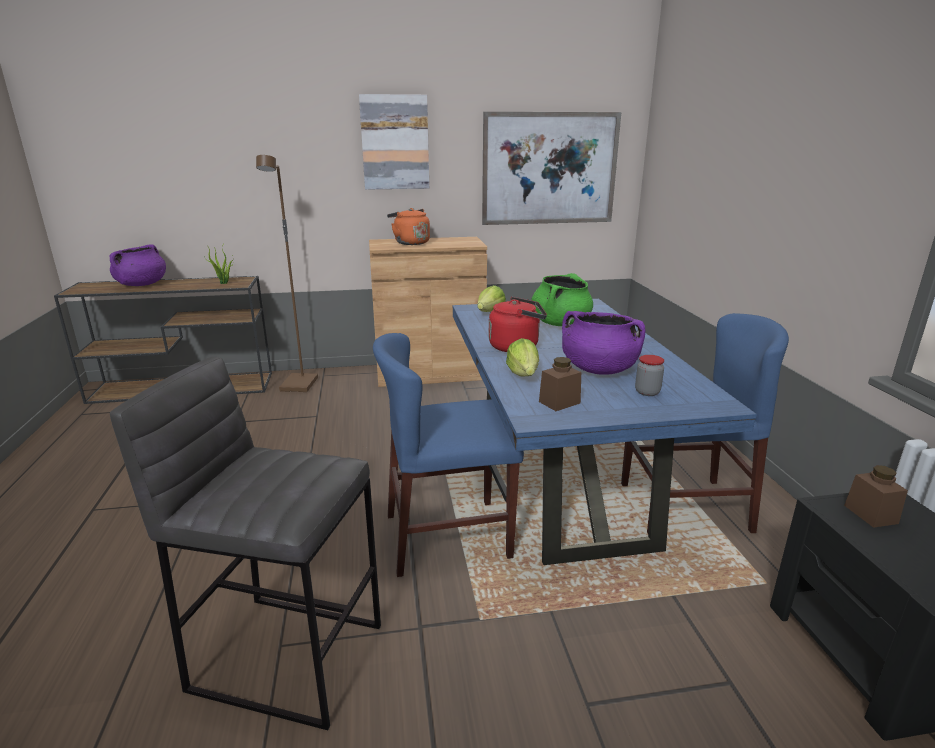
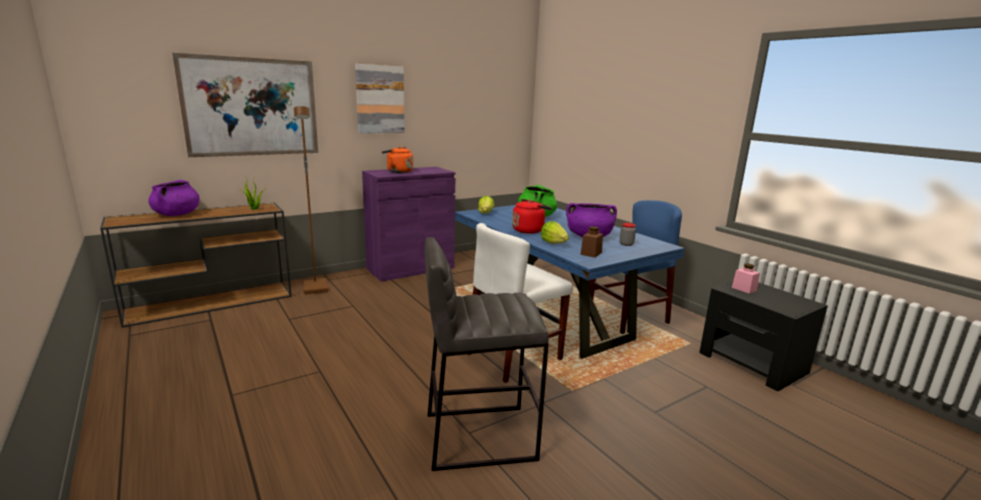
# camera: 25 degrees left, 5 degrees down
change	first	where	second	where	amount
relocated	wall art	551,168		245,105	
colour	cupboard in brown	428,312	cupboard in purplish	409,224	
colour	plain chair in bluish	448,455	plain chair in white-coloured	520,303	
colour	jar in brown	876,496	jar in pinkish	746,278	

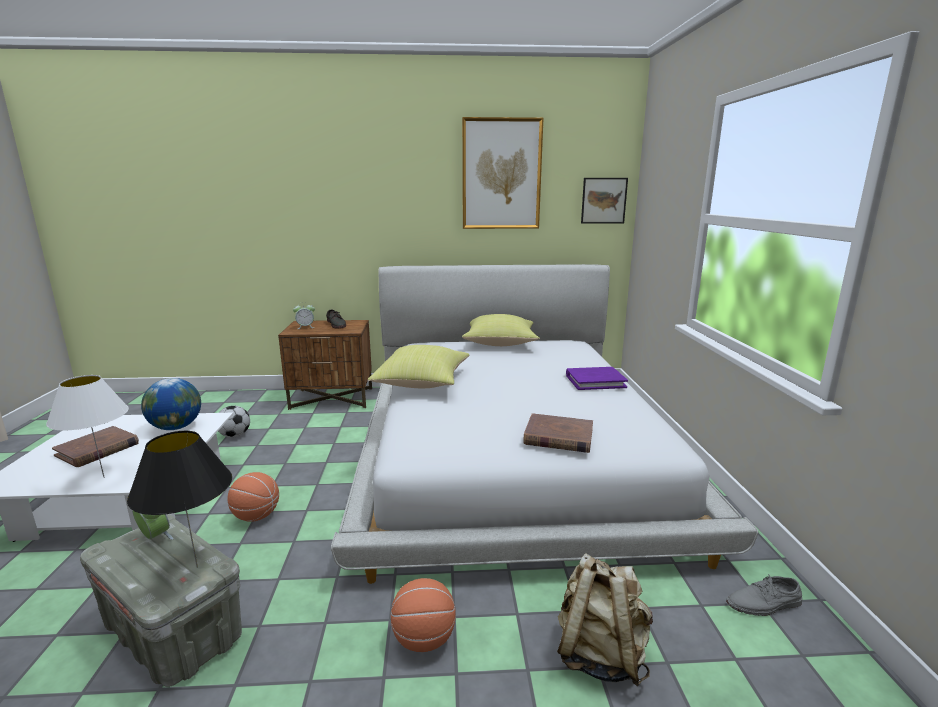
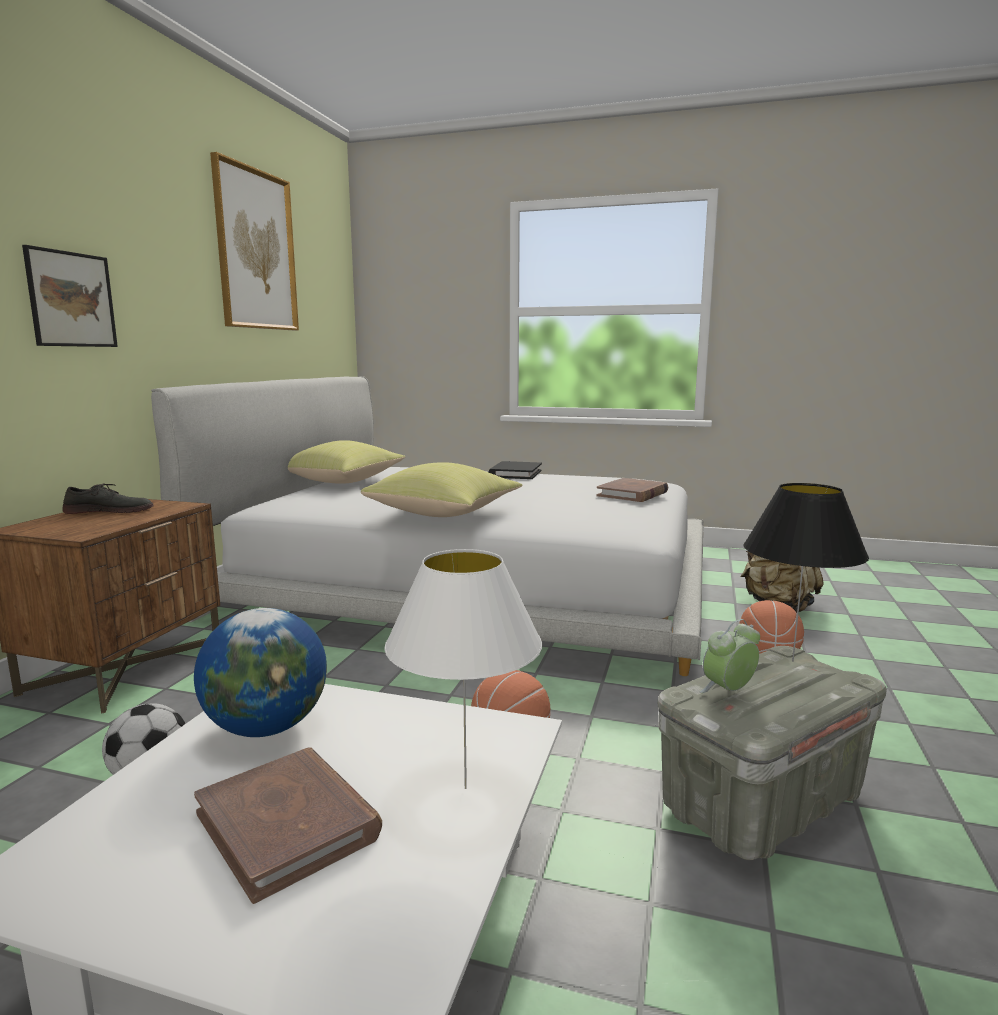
# camera: 70 degrees left, 5 degrees down
change	first	where	second	where	amount
relocated	wall art	604,201		70,296	
missing	alarm clock	304,315			
colour	book in purplish	597,378	book in black	515,470	
missing	item of footwear in gray	764,595			

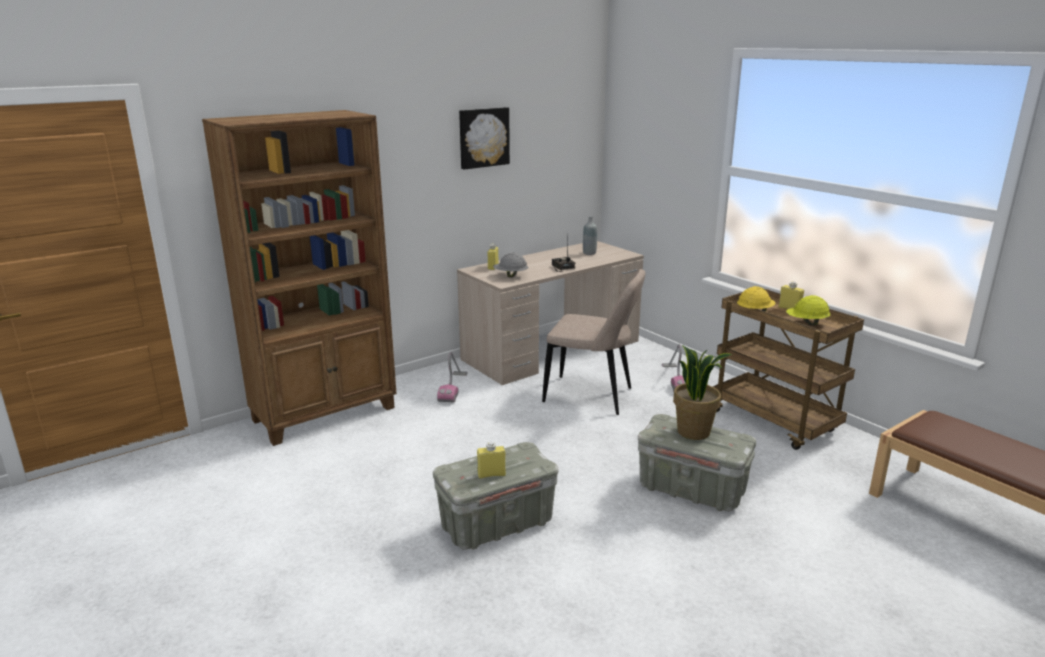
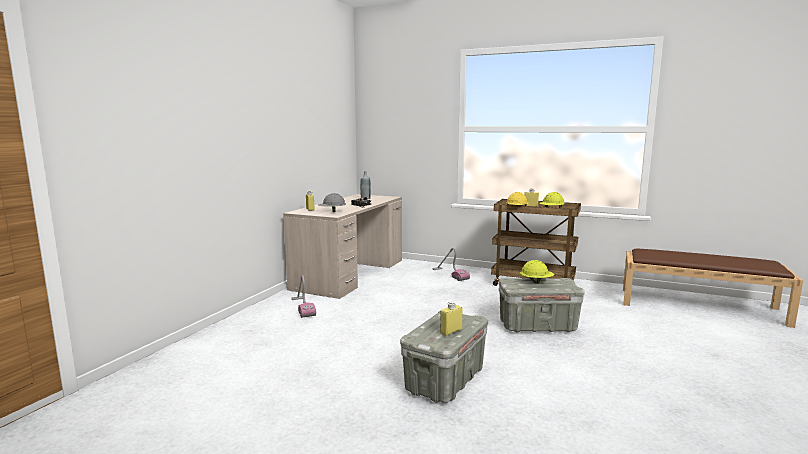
# camera: 30 degrees left, 10 degrees down
change	first	where	second	where	amount
missing	wall art	484,138			
missing	bookcase in brown	299,278			
missing	plain chair in beige-coloured	593,342			
exchanged	potted plant	702,393	hard hat in yellowish	537,272	

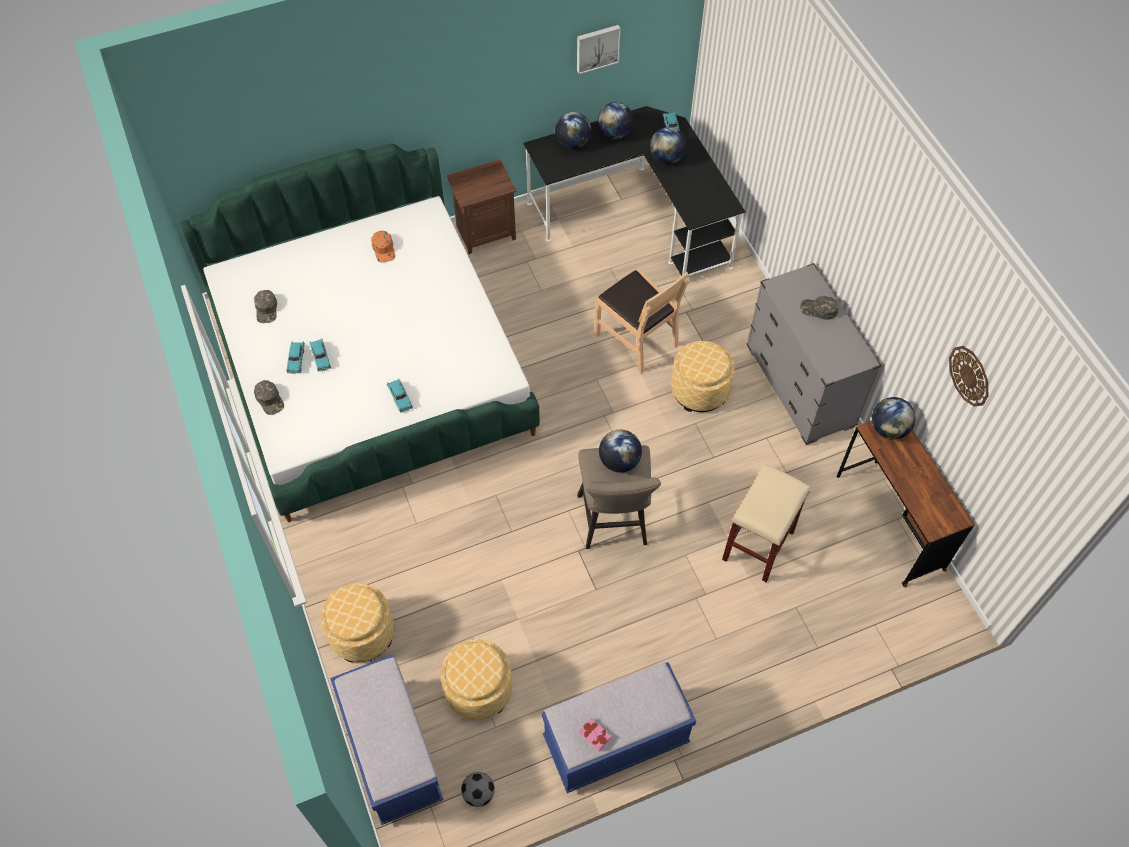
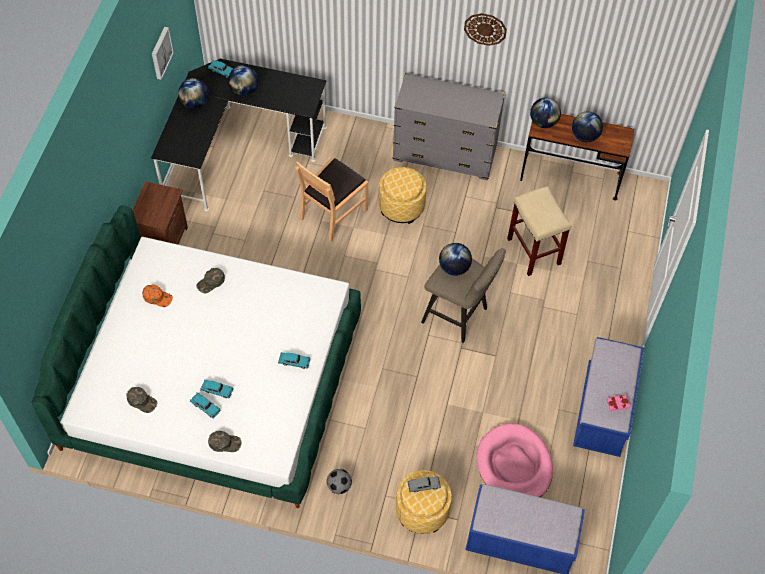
# camera: 55 degrees left, 0 degrees up
change	first	where	second	where	amount
relocated	globe	573,130		587,126	
spun	plain chair in brown	641,321		331,199	135 degrees clockwise
relocated	cap in green-coloured	819,308		210,280	
relocated	clock on the wall	968,376		485,29	
exchanged	ottoman	476,679	pet bed in pinkish	514,460	
relocated	football	478,789		339,481	
appeared			miniature car in gray	424,484	

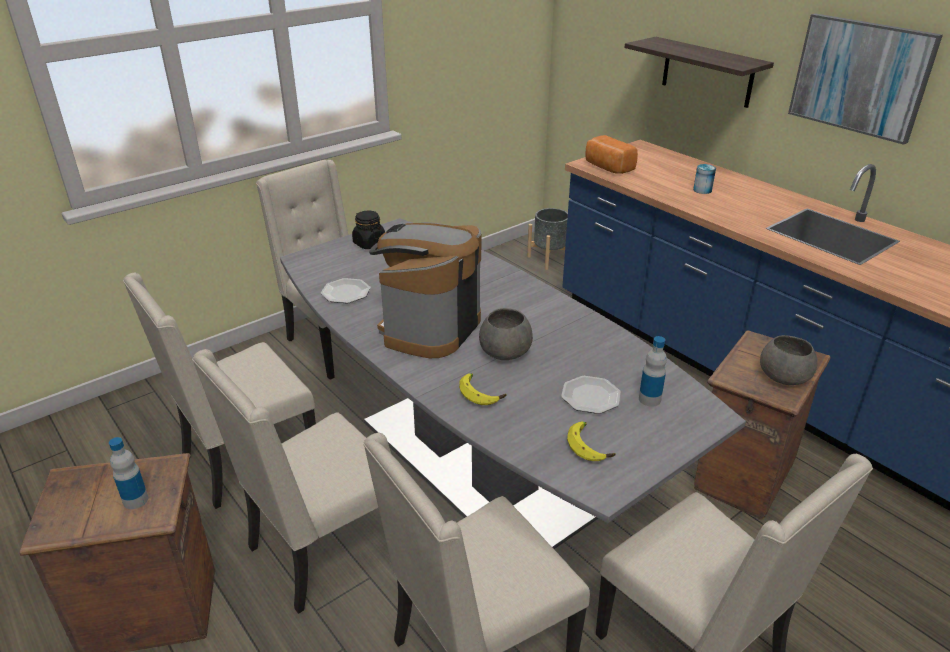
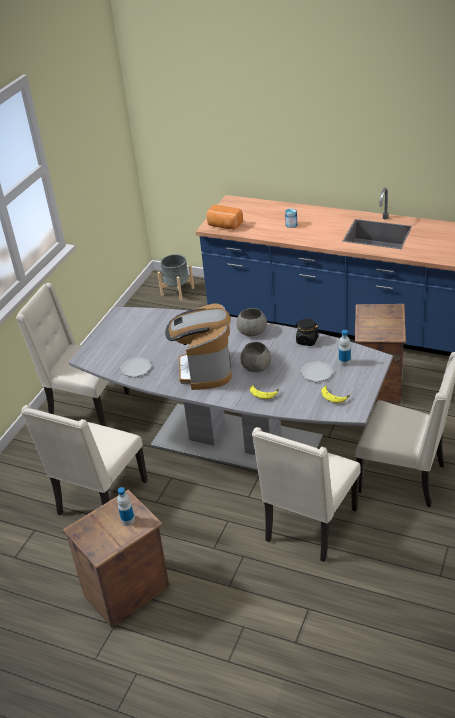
# camera: 25 degrees left, 5 degrees up
change	first	where	second	where	amount
missing	wall art	865,79			
missing	wall shelf	699,72			
relocated	jar in black	368,230		307,332	
relocated	serving bowl in gray	789,360		252,322	
missing	plain chair in beige-coloured	285,481			

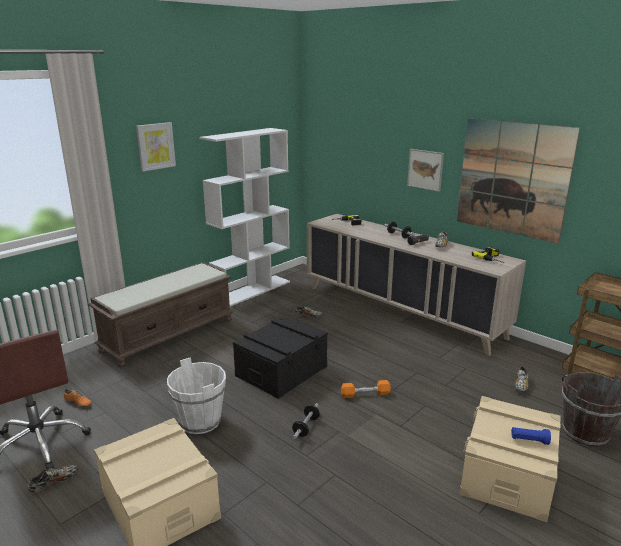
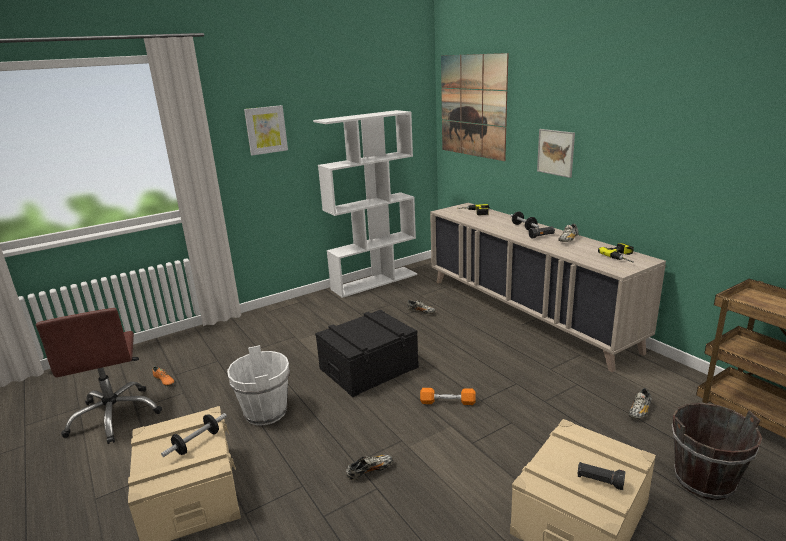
# camera: 15 degrees right, 0 degrees up
change	first	where	second	where	amount
relocated	wall art	518,180		475,107	
missing	long seat in brown	161,314			
relocated	free weight	306,421		194,435	
colour	torch in bluish	531,436	torch in black	601,476	
relocated	item of footwear	53,479		369,467	

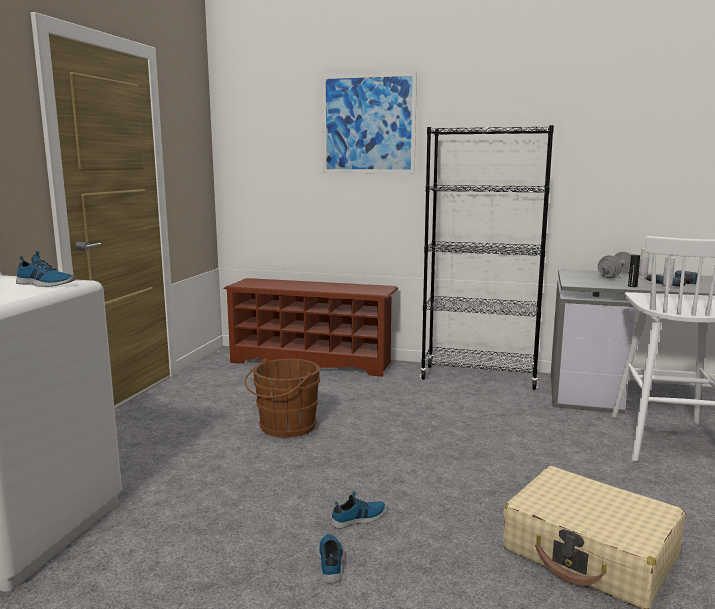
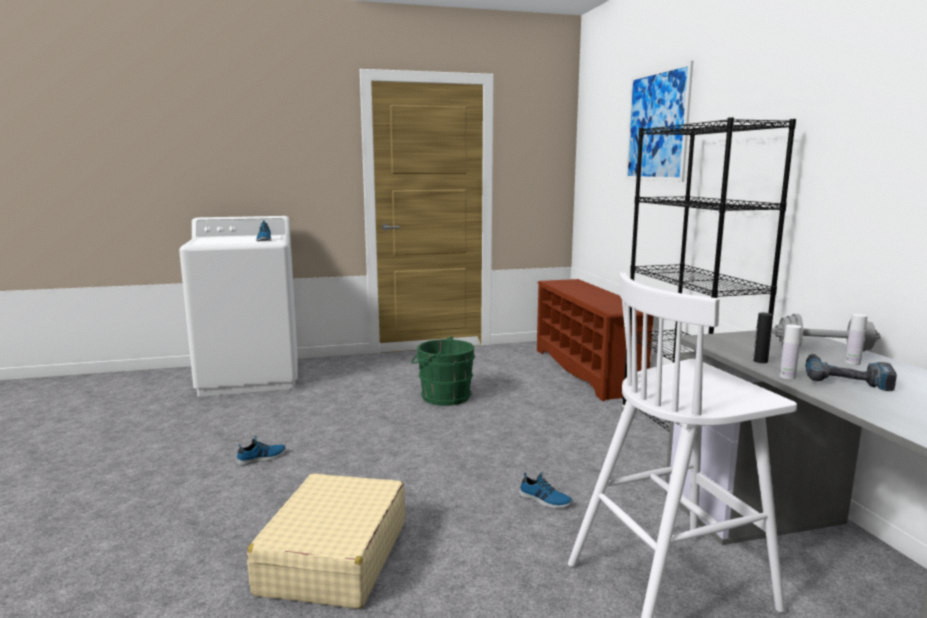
# camera: 60 degrees right, 0 degrees up
change	first	where	second	where	amount
colour	pail in brown	282,397	pail in green-coloured	443,371	
relocated	item of footwear	358,510		546,490	

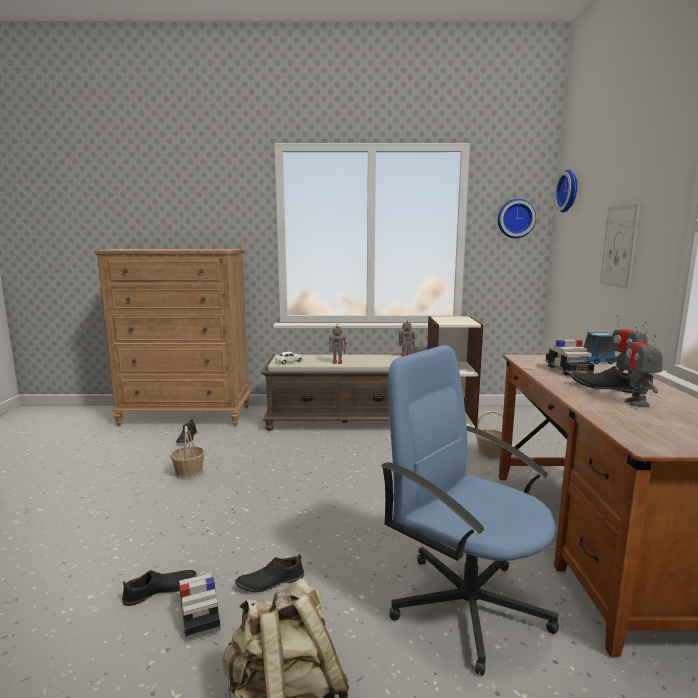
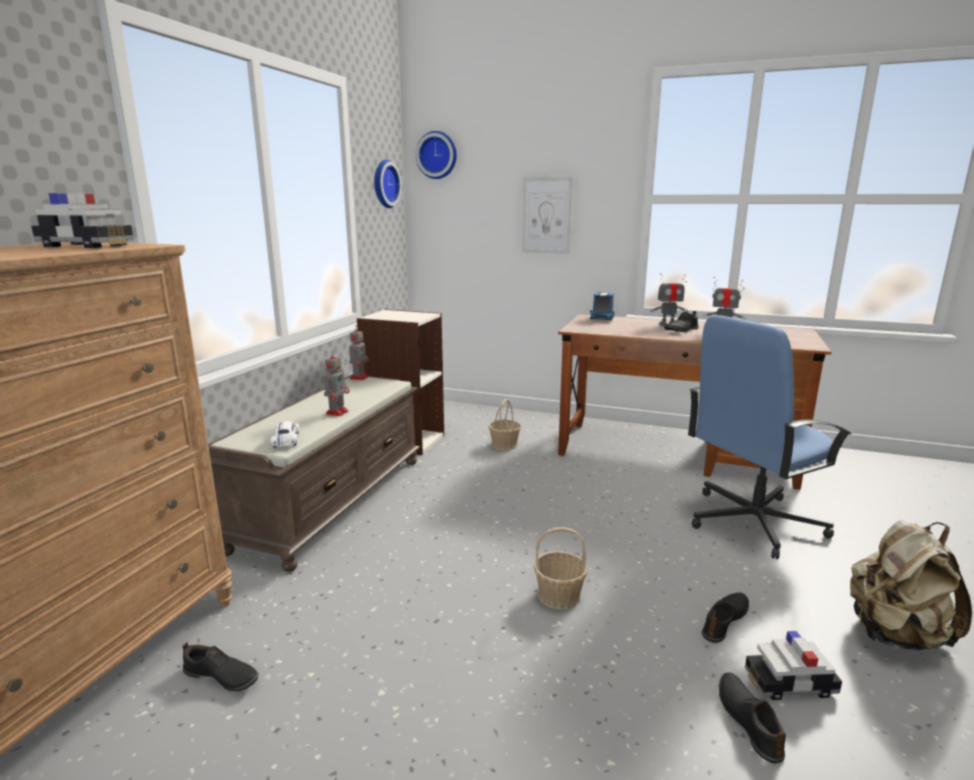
# camera: 70 degrees left, 5 degrees up
change	first	where	second	where	amount
relocated	miniature car	570,357		82,220	
relocated	household basket	187,452		561,568	
spun	item of footwear in black	269,573		725,617	135 degrees counterclockwise

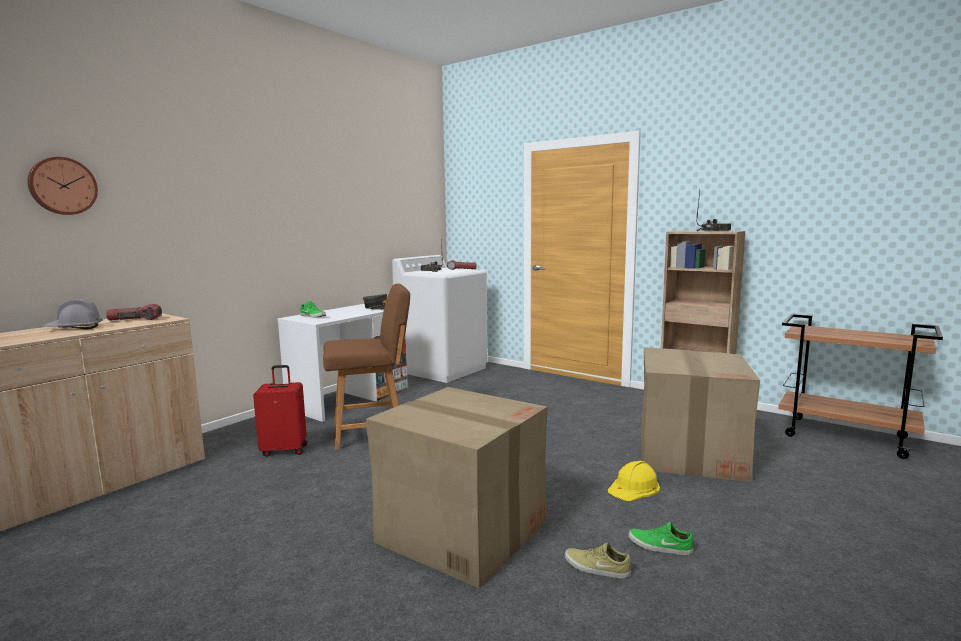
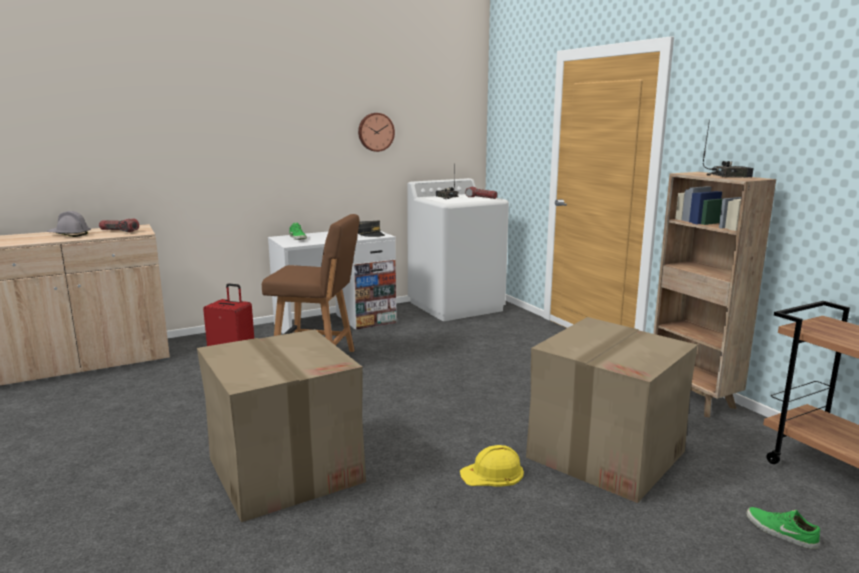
# camera: 25 degrees right, 5 degrees up
change	first	where	second	where	amount
relocated	clock on the wall	62,186		376,132	
relocated	item of footwear in green-coloured	661,538		783,528	
missing	item of footwear in beige-coloured	598,560			

